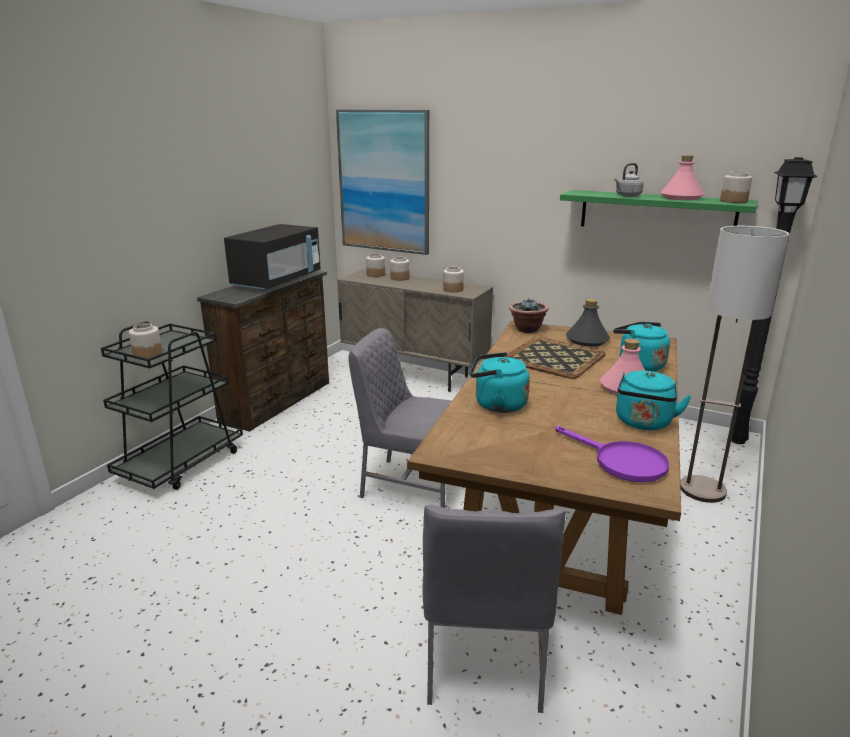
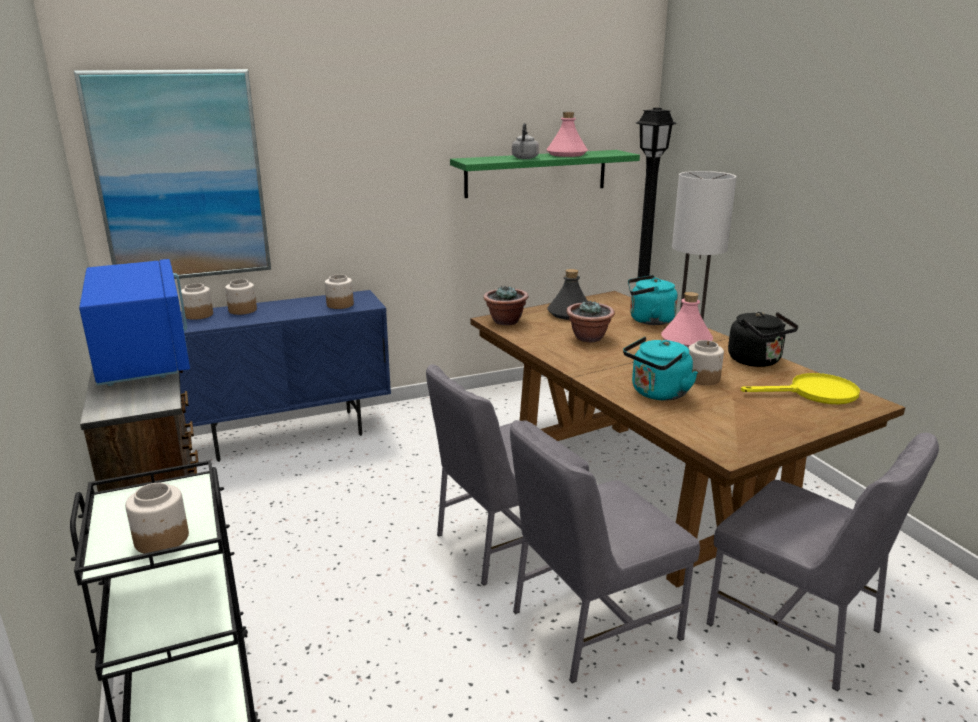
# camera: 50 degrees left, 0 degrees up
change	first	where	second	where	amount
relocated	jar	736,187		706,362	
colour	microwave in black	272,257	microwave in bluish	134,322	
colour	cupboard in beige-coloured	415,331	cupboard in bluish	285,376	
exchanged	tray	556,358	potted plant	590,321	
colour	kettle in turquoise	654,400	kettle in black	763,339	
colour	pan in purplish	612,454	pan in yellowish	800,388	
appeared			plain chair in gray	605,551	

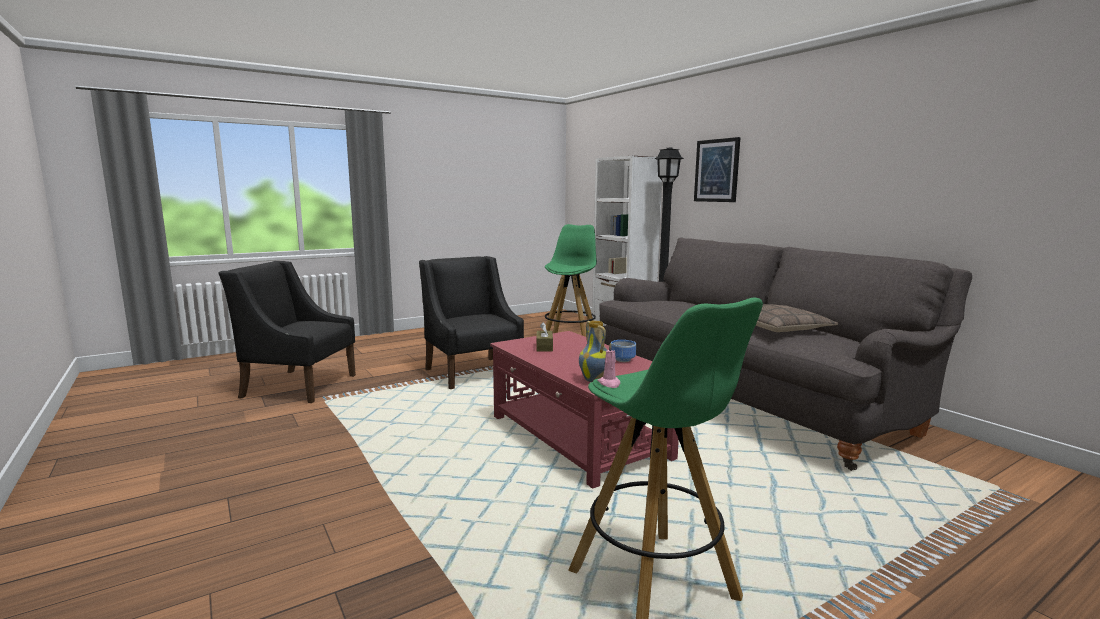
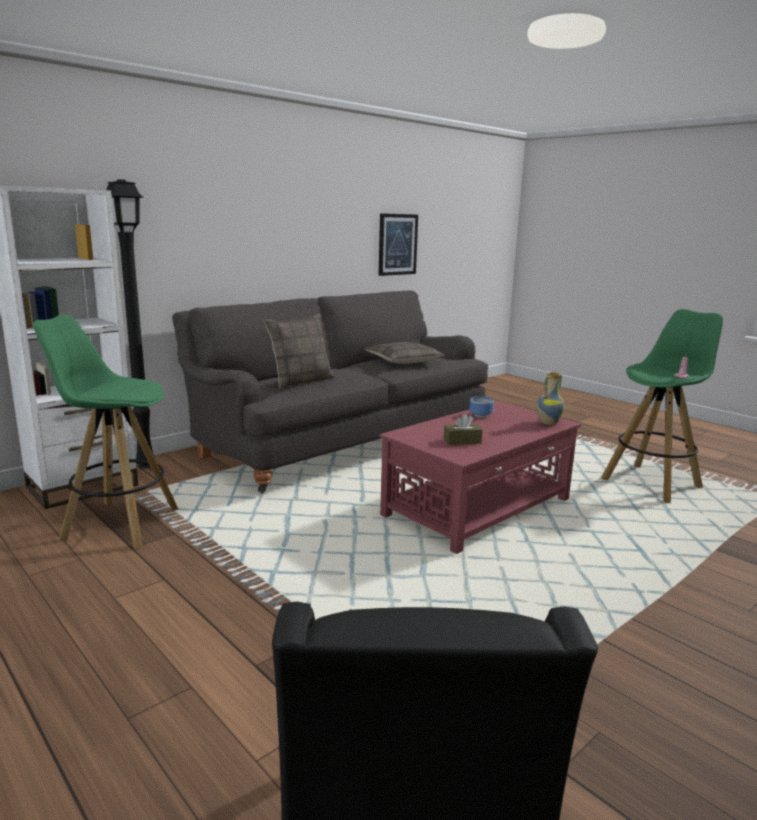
# camera: 100 degrees left, 5 degrees up
change	first	where	second	where	amount
relocated	wall art	717,169		398,244	
missing	easy chair in black	471,322			
appeared			pillow	299,351	

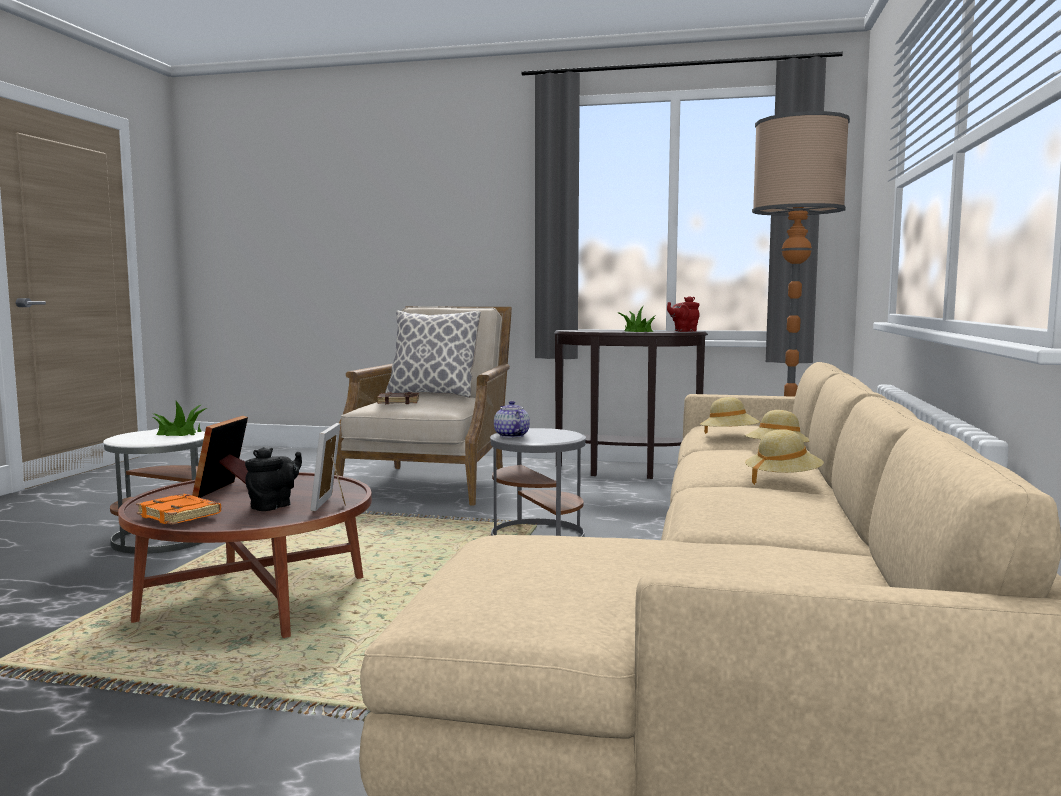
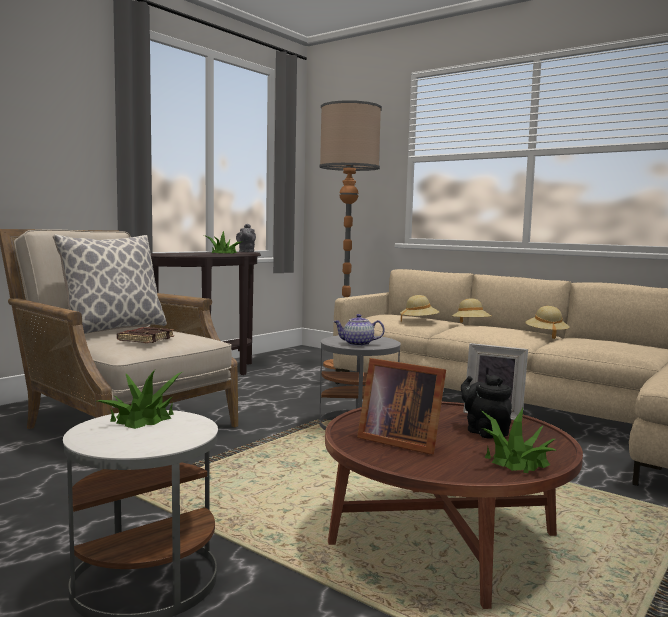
# camera: 65 degrees left, 0 degrees up
change	first	where	second	where	amount
colour	teapot in red-coloured	683,314	teapot in gray	246,238	
exchanged	book in orangey	178,509	potted plant	519,440	

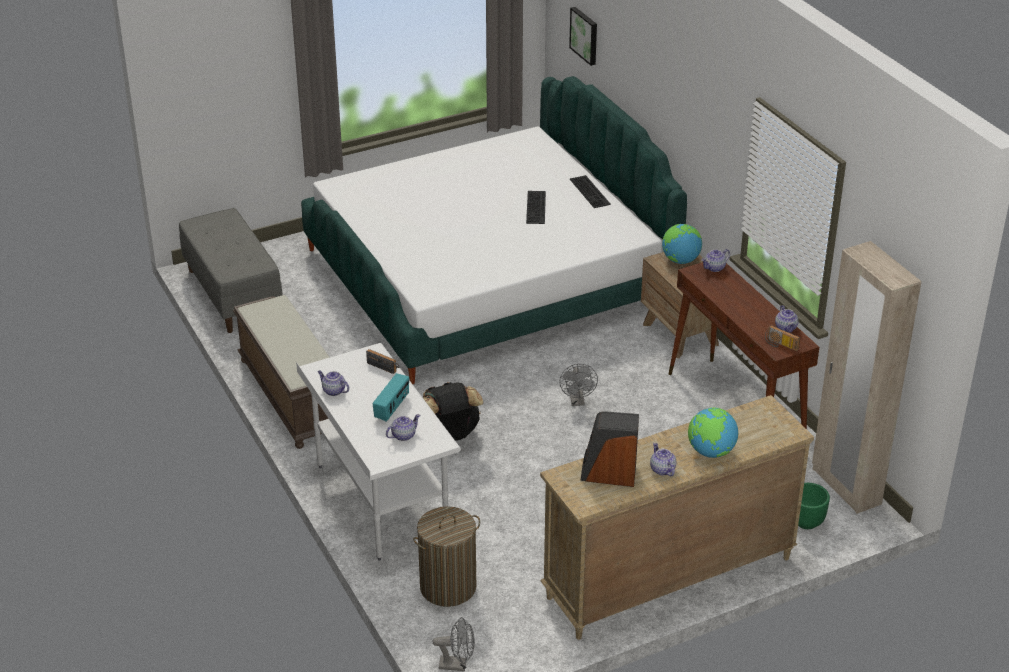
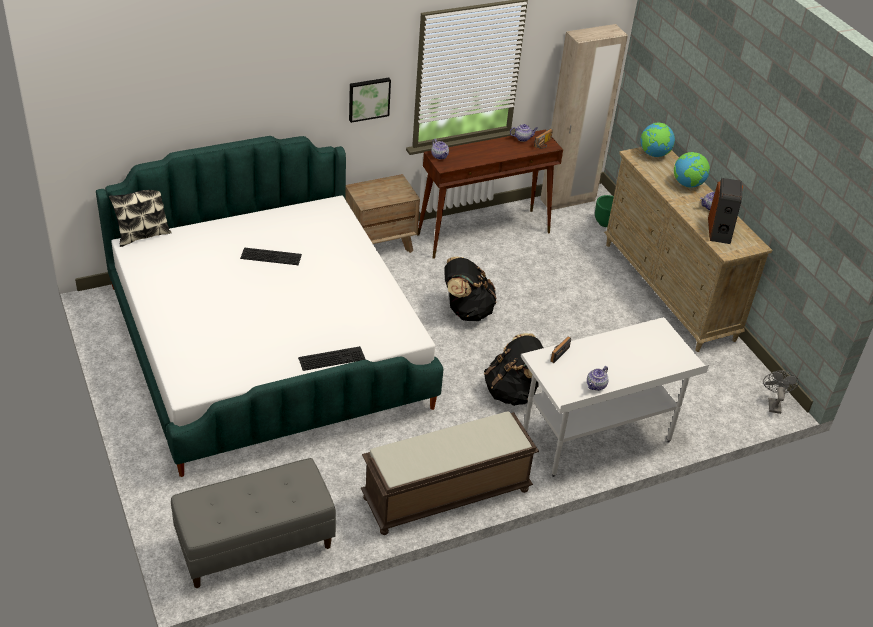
# camera: 90 degrees left, 5 degrees up
change	first	where	second	where	amount
relocated	wall art	583,36		370,100	
relocated	computer keyboard	590,191		332,358	
relocated	globe	682,244		658,140	
exchanged	cooling fan in gray	578,385	knapsack in black	470,288	
missing	radio set	391,397			
missing	teapot	403,427			
missing	washing basket	446,556			
appeared			pillow	140,218	

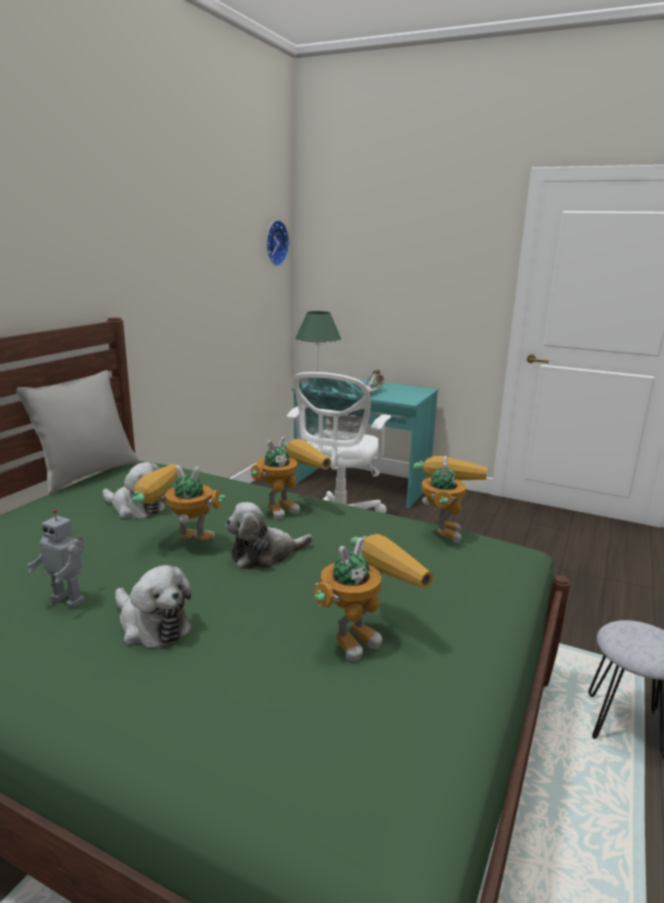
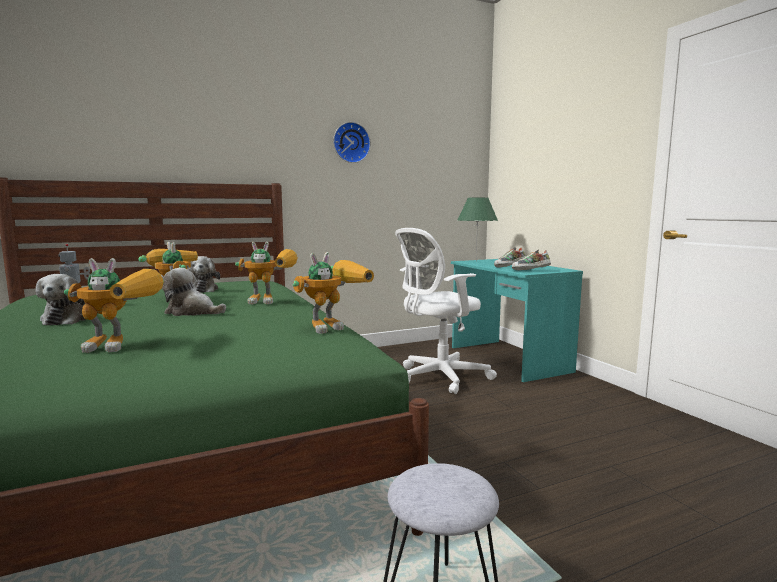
# camera: 40 degrees right, 10 degrees down
change	first	where	second	where	amount
relocated	clock on the wall	278,243		352,142	
missing	pillow in gray	77,432			
appeared			item of footwear	531,260	

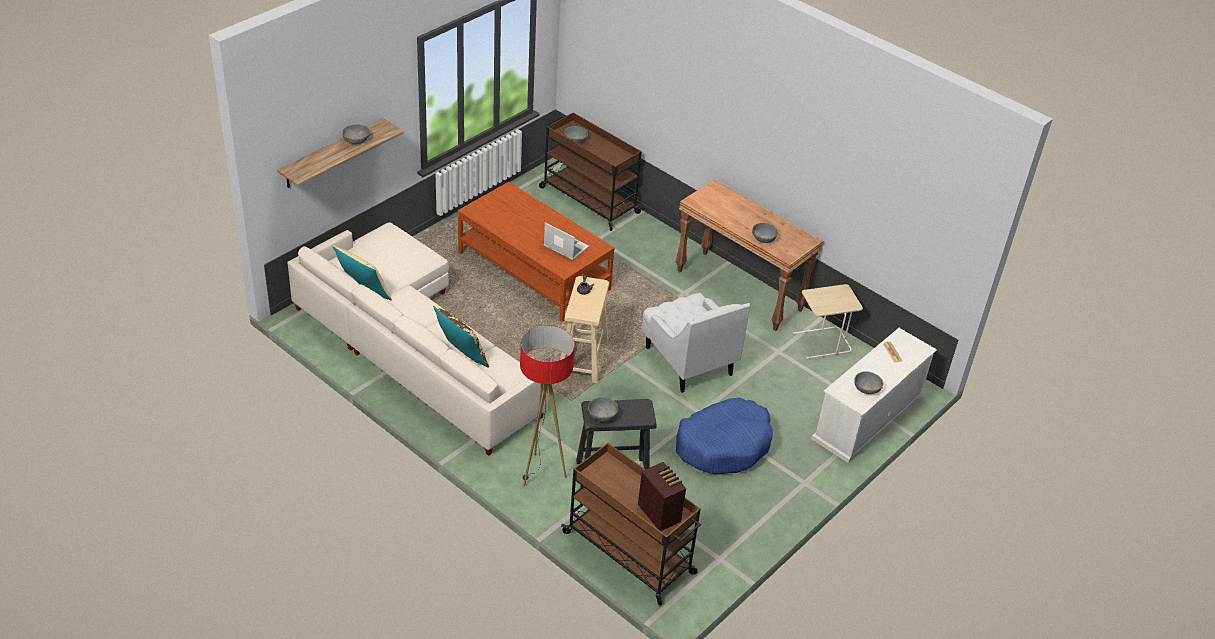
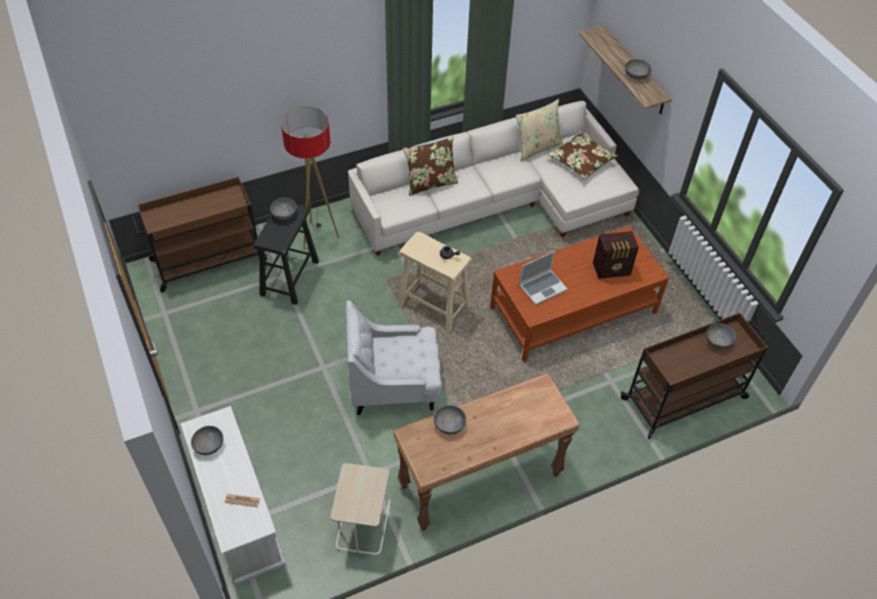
# camera: 115 degrees right, 10 degrees up
change	first	where	second	where	amount
missing	pet bed in bluish	724,436			
relocated	radio set	662,496		616,255	
appeared			pillow in brown	582,156	

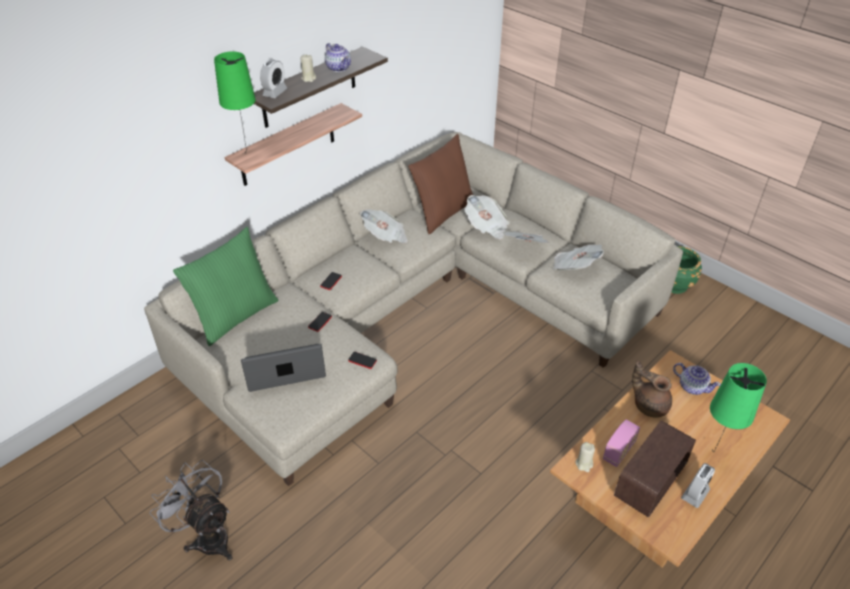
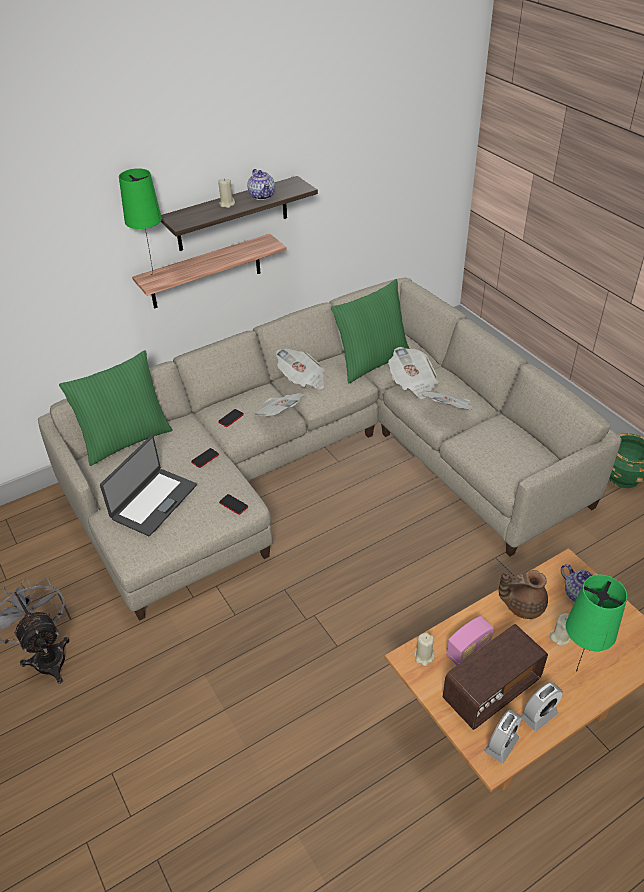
# camera: 15 degrees right, 0 degrees up
change	first	where	second	where	amount
relocated	alarm clock	273,78		502,736	
colour	pillow in brown	440,184	pillow in green-coloured	370,331	
relocated	daily paper	578,257		278,404	
spun	portable computer	283,368		148,486	120 degrees clockwise
spun	teapot in brown	652,389		523,594	60 degrees counterclockwise
appeared			wax light in beige-coloured	560,629	

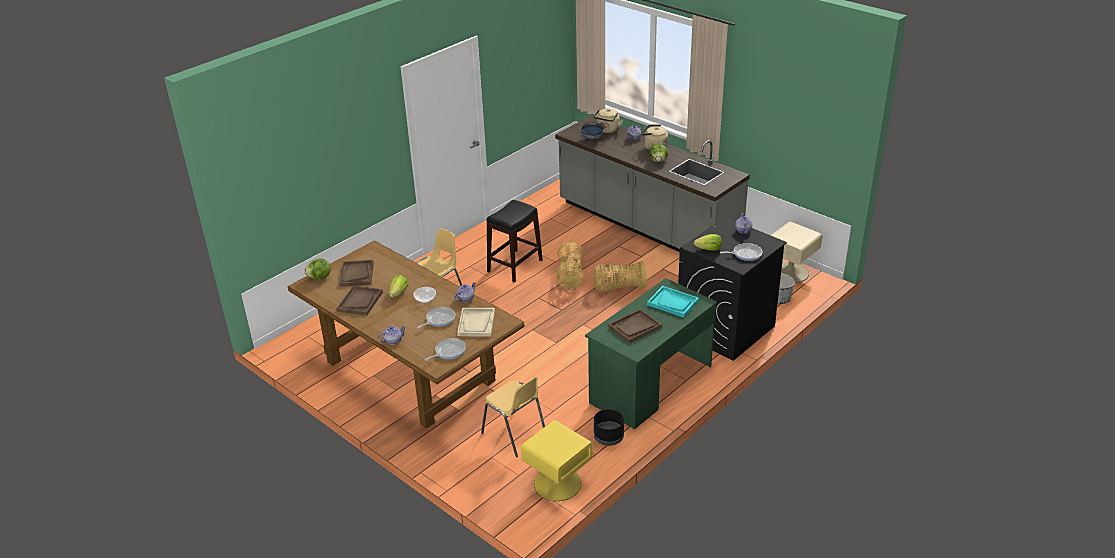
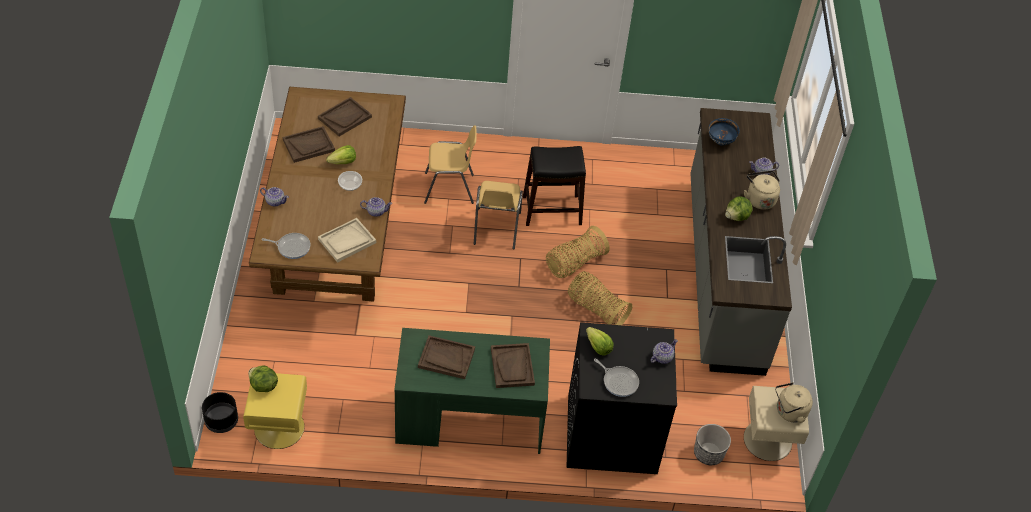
# camera: 45 degrees right, 15 degrees up
change	first	where	second	where	amount
relocated	kettle in beige-coloured	609,120		794,402	
relocated	lettuce	317,269		263,379	
colour	tray in turquoise	673,302	tray in brown	513,365	
missing	pan	436,318			
relocated	plain chair in yellowish	513,416		498,215	
relocated	planter in black	609,427		220,412	

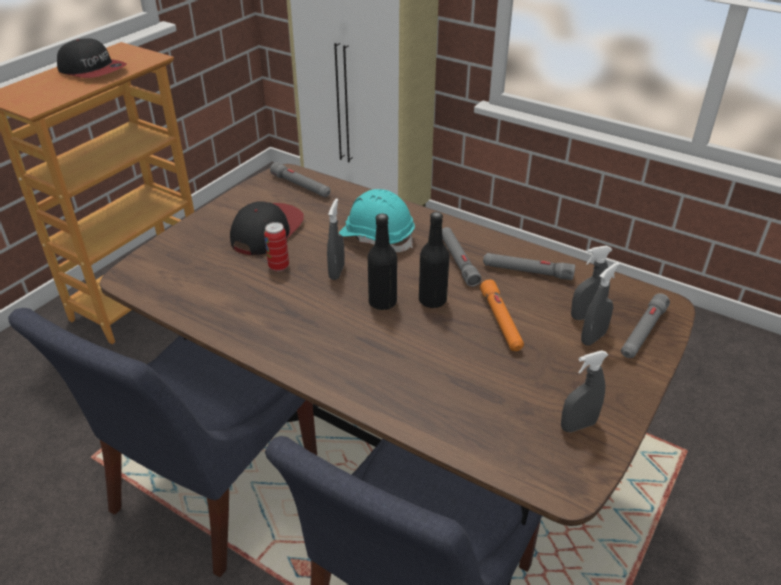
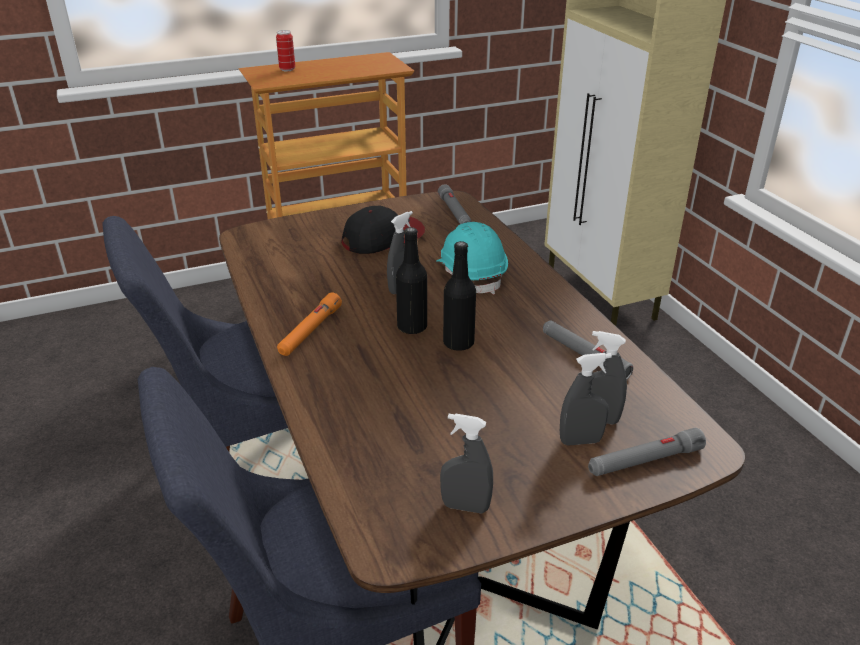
# camera: 35 degrees right, 5 degrees down
change	first	where	second	where	amount
missing	cap	92,58			
relocated	metal can	276,246		285,50	
missing	torch in gray	461,257			
relocated	torch in orangey	502,315		309,324	

